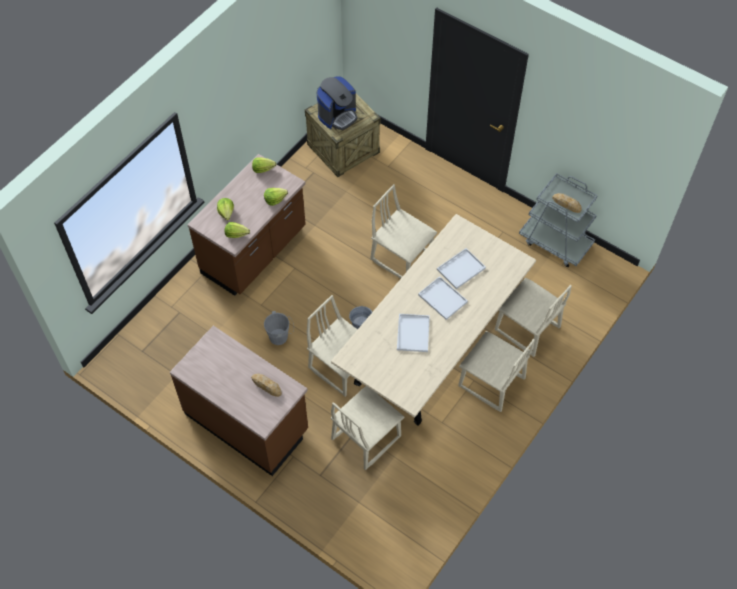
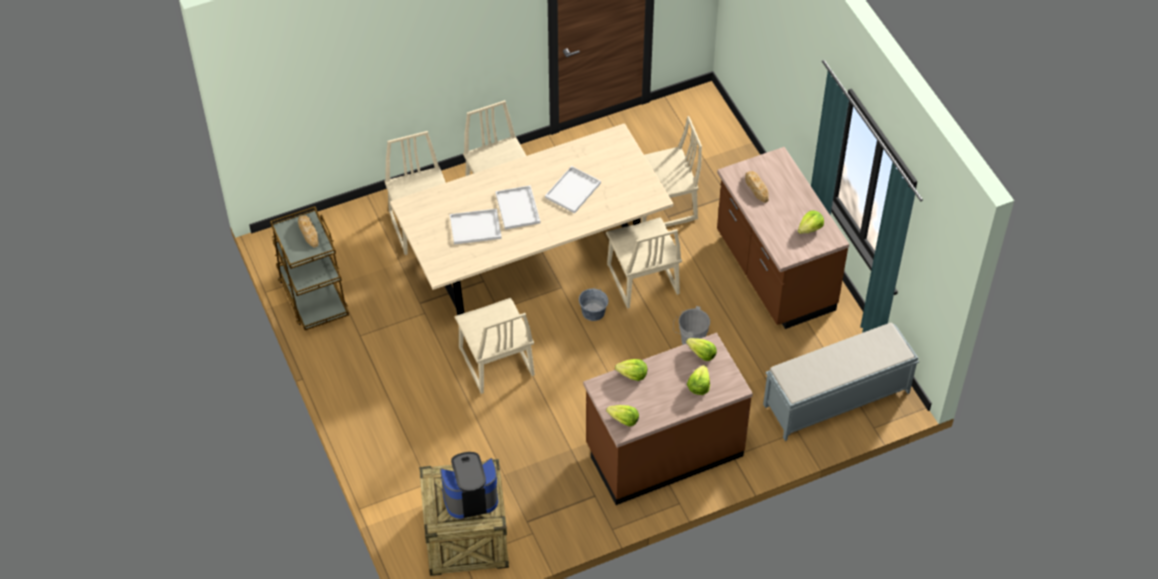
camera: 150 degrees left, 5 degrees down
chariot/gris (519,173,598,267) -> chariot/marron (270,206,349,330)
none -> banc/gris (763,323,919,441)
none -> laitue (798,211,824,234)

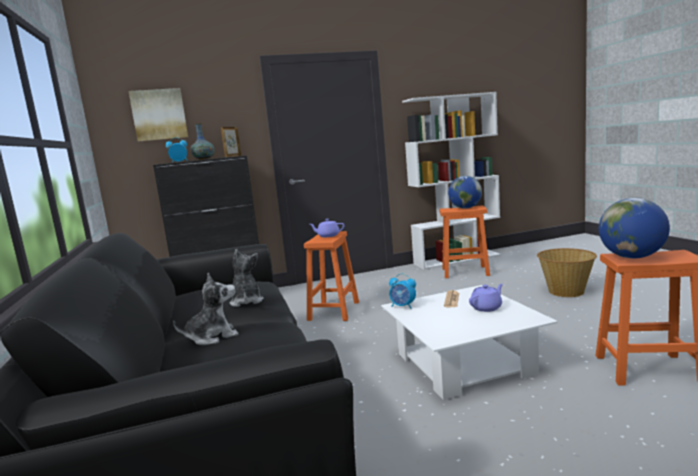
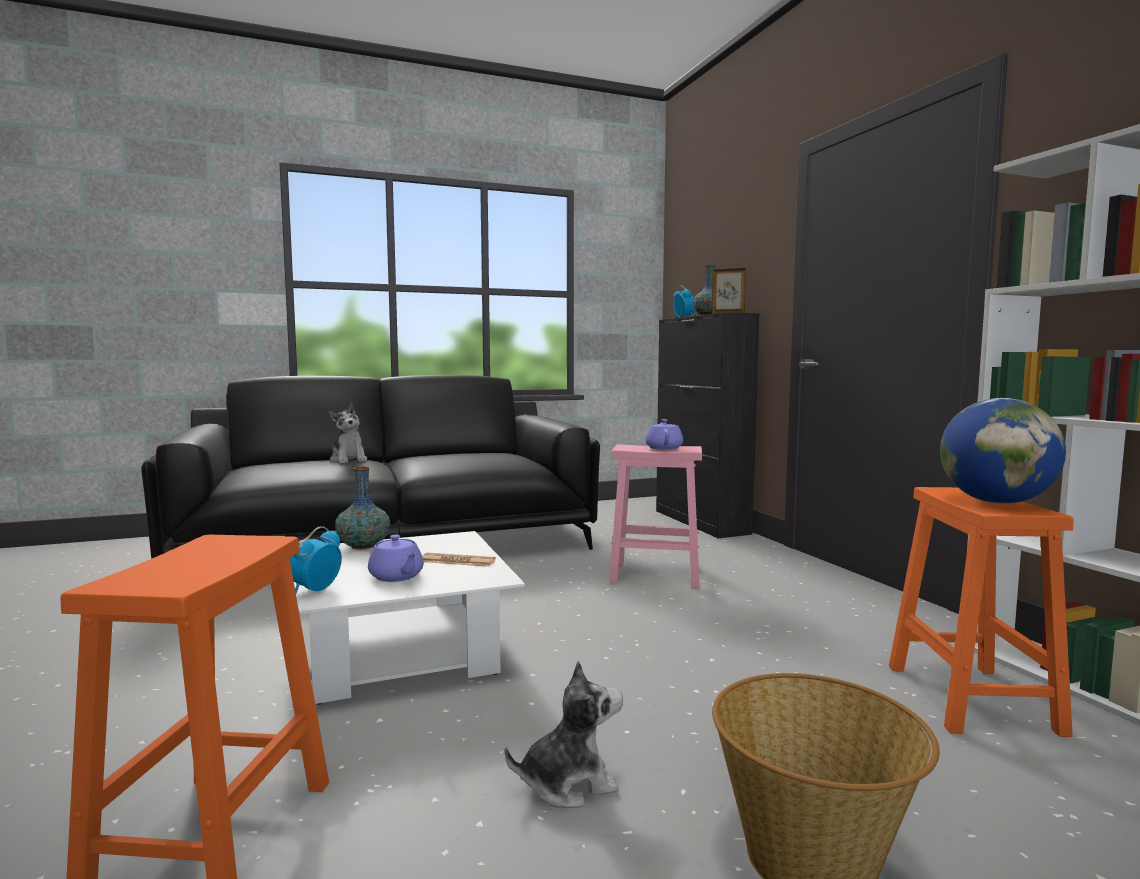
camera: 85 degrees right, 5 degrees down
tableau (128,88,188,141) -> none
peluche (229,249,264,307) -> peluche (505,661,623,808), move
tabouret/orange (304,231,359,321) -> tabouret/rose (609,444,702,589)
réveil (389,273,416,309) -> réveil (290,526,342,593), move
globe (599,198,670,258) -> none
none -> vase (335,467,390,550)

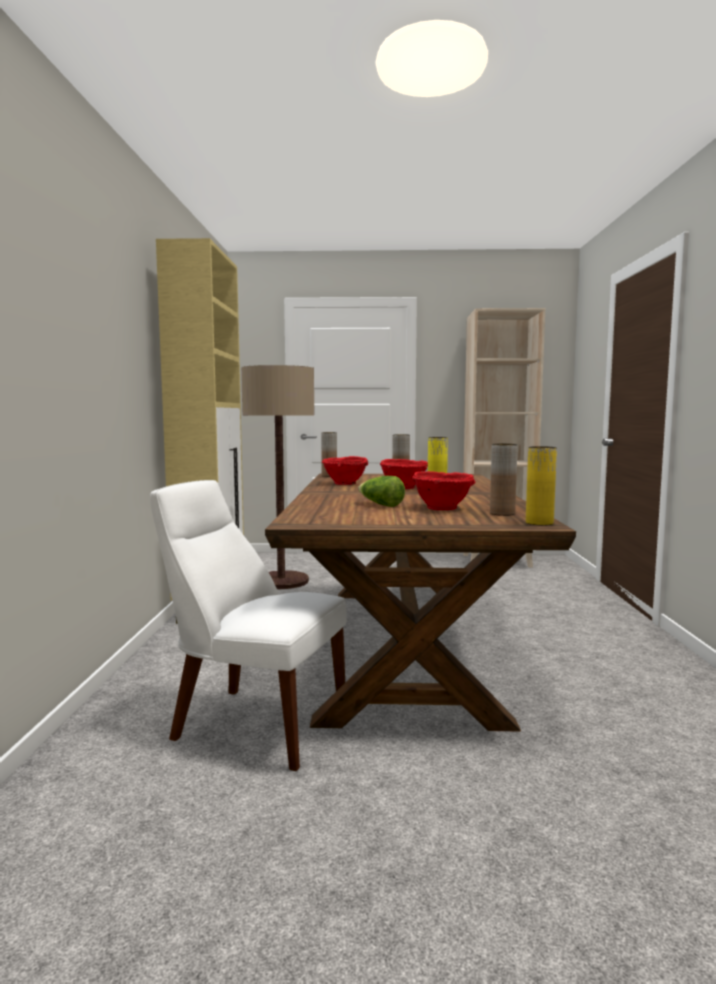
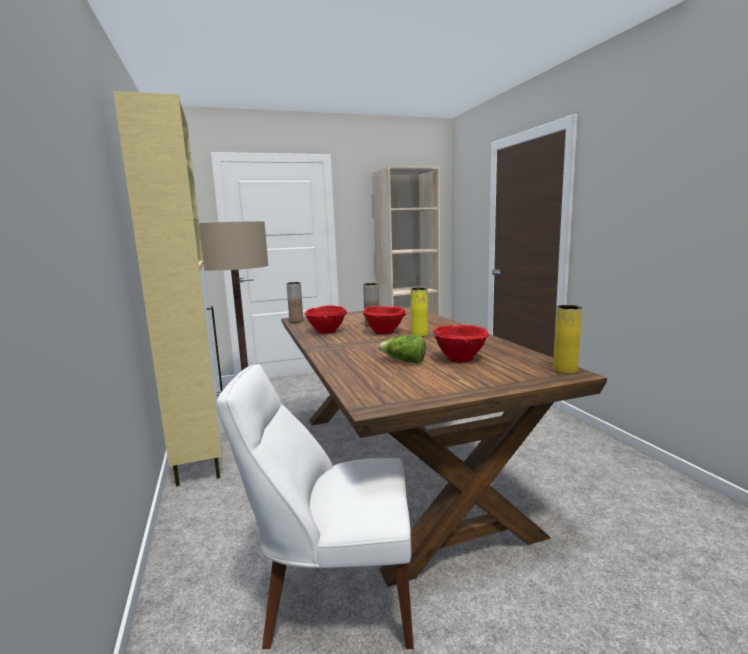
camera: 20 degrees left, 5 degrees up
vase/marron (490,444,518,516) -> none

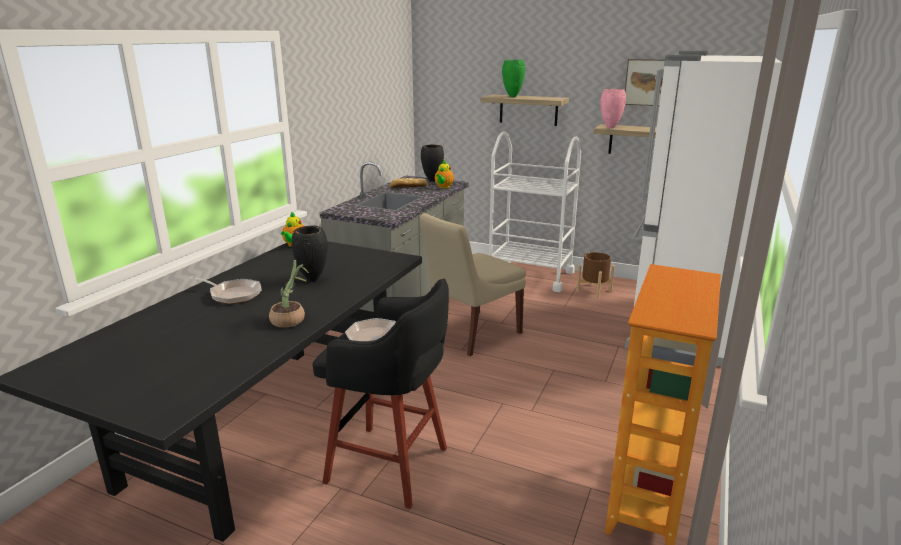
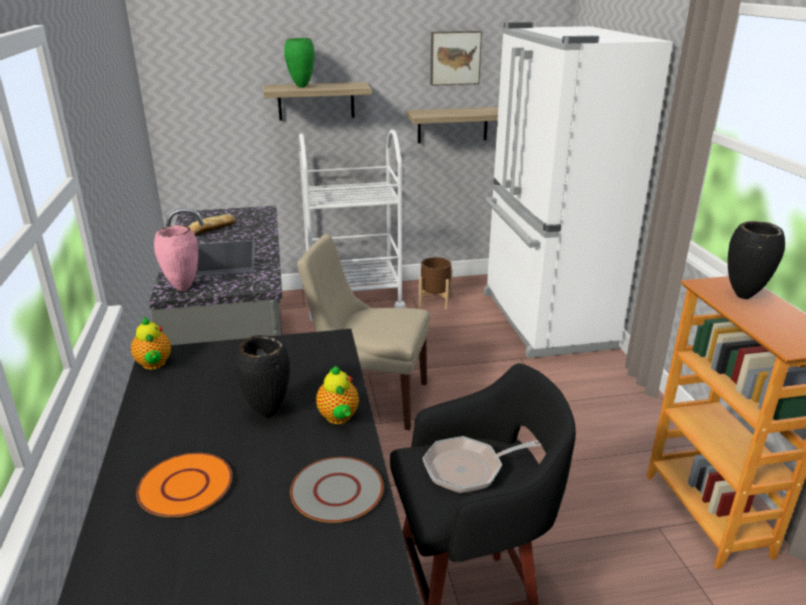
camera: 35 degrees left, 5 degrees up
poêle (188,276,262,304) -> assiette/orange (136,453,232,517)
plante en pot (269,260,310,328) -> assiette/gris (290,457,384,523)
chaise/beige (420,213,526,356) -> chaise/beige (297,234,430,430), 90 degrees clockwise
vase/noir (421,144,444,182) -> vase/noir (728,221,785,299), move
théière (435,160,454,188) -> théière (316,366,359,424), move
vase/rose (600,89,626,128) -> vase/rose (154,225,198,291), move

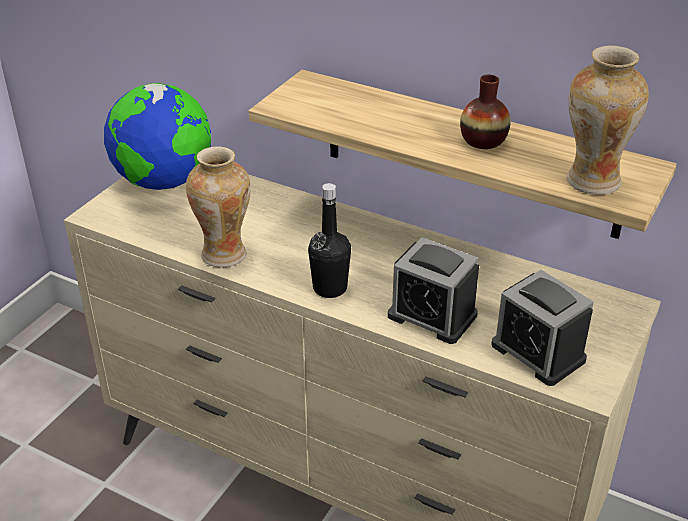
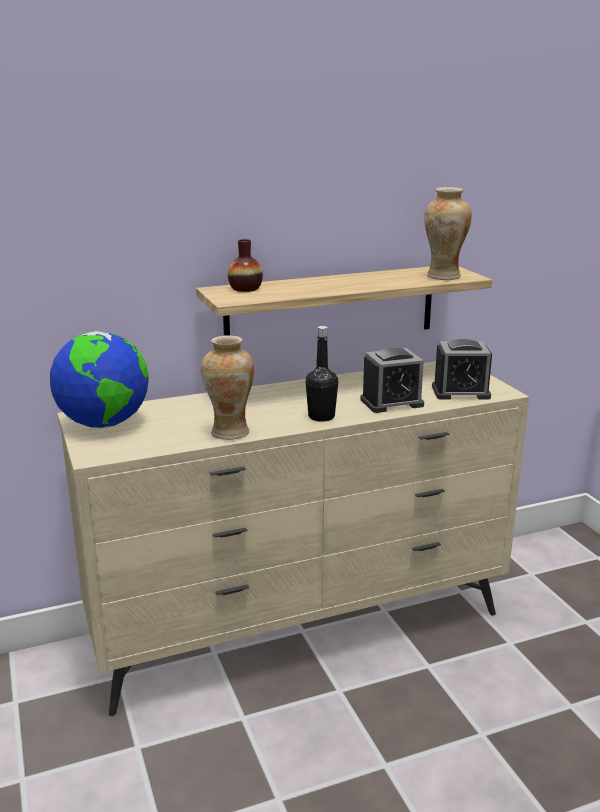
camera: 50 degrees left, 15 degrees down
vase (460,75,511,149) -> vase (228,239,263,292), move

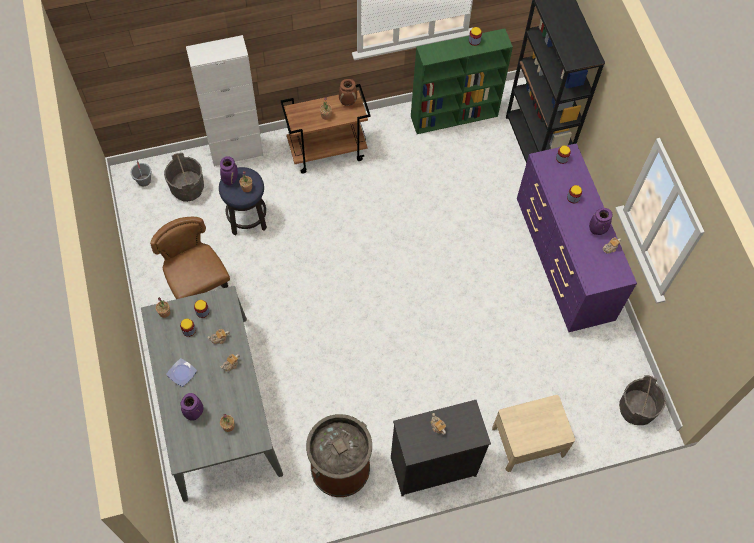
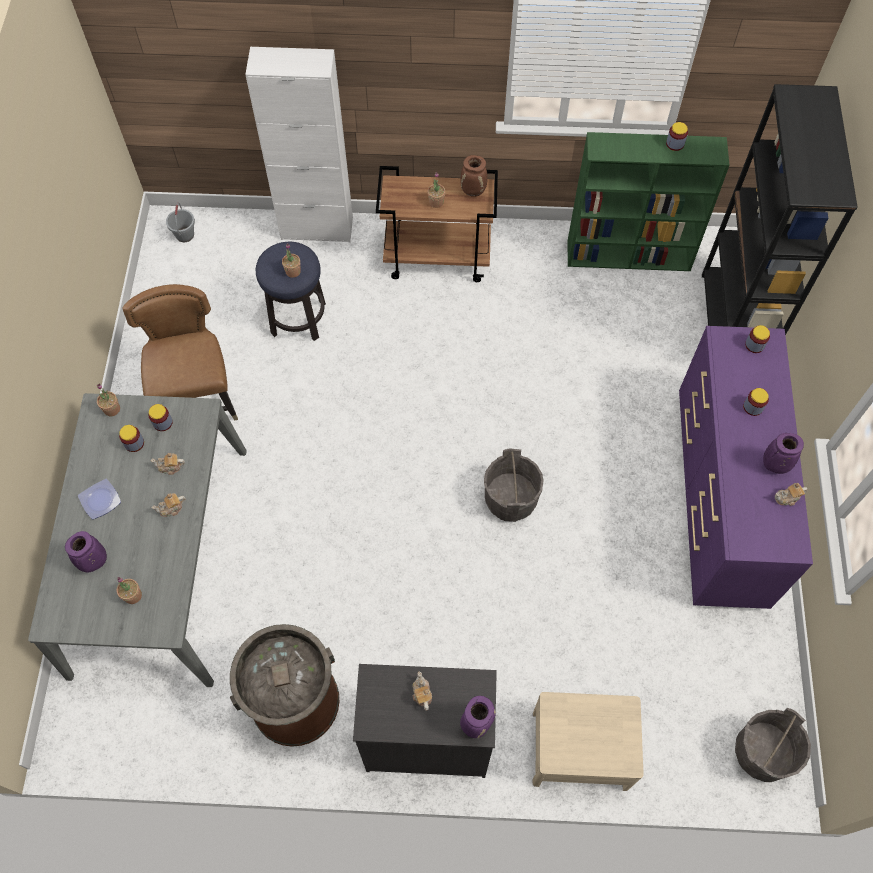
camera: 20 degrees right, 0 degrees up
seau/gris (164,153,204,202) -> seau/gris (484,448,544,522), move
vase/violet (220,156,238,185) -> vase/violet (460,696,496,738), move

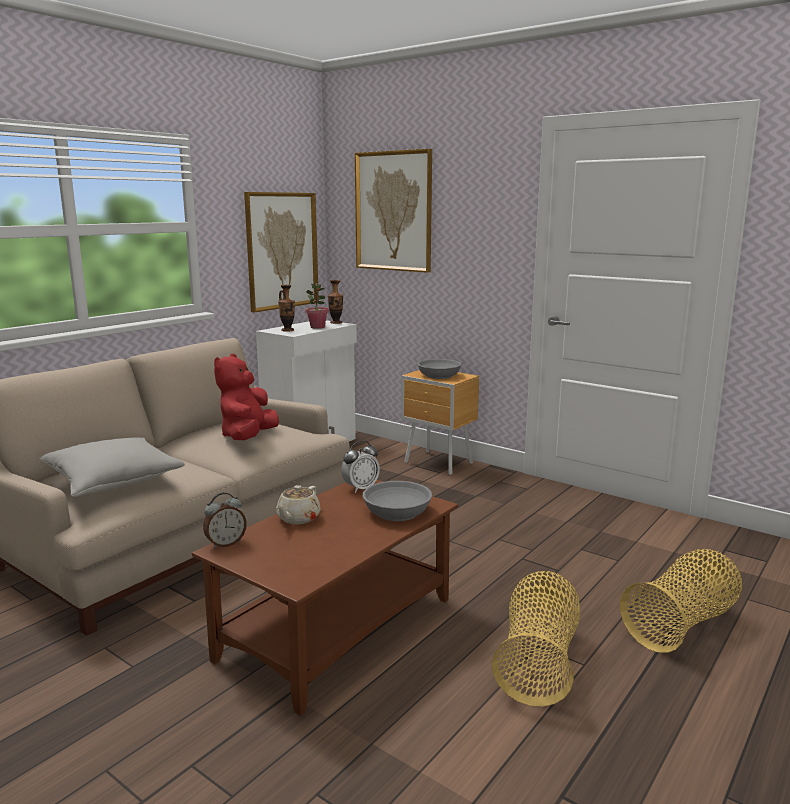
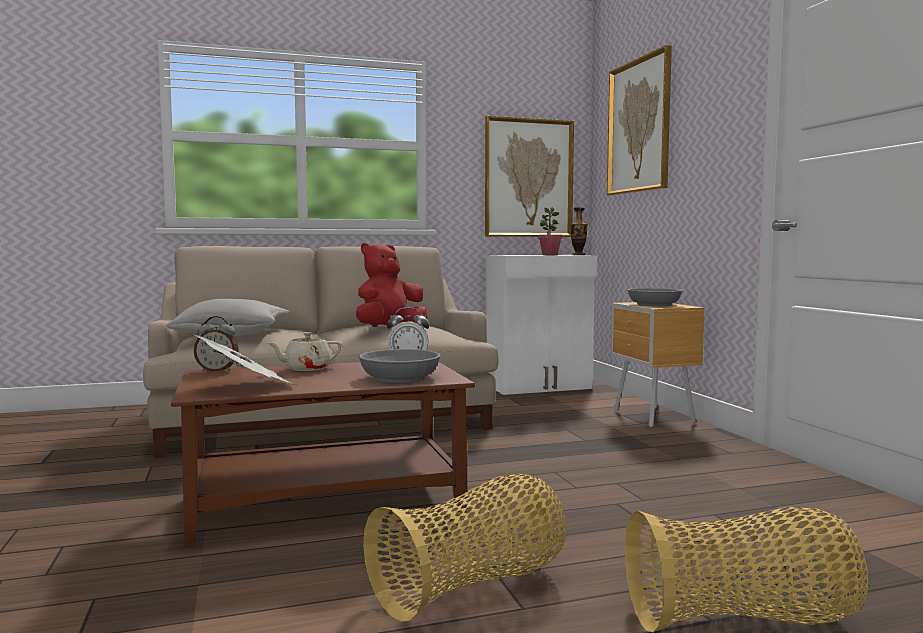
camera: 35 degrees right, 10 degrees down
vase (278,285,295,332) -> none
none -> journal (191,334,296,385)

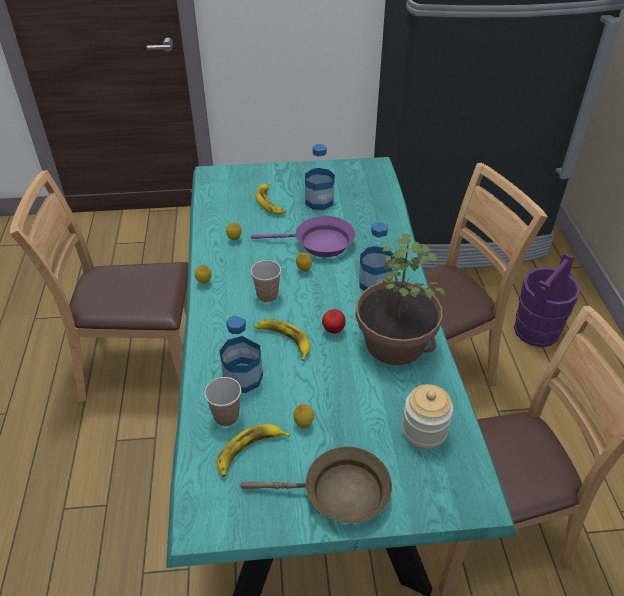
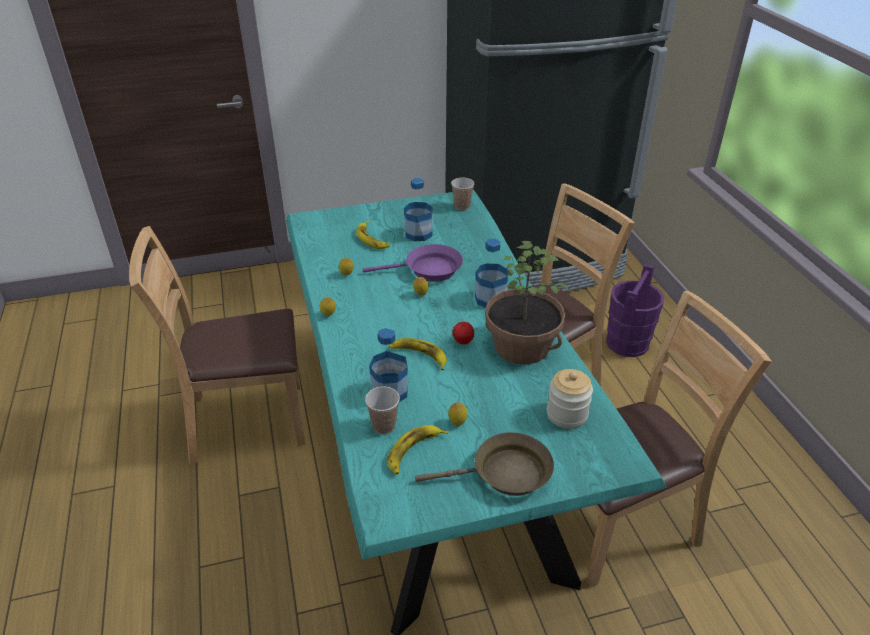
camera: 10 degrees left, 5 degrees down
tasse (251,260,281,302) -> tasse (451,178,474,211), move

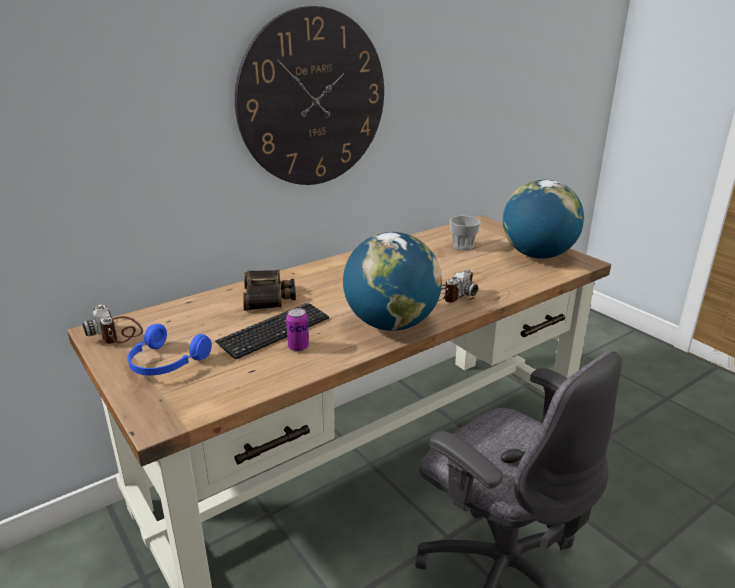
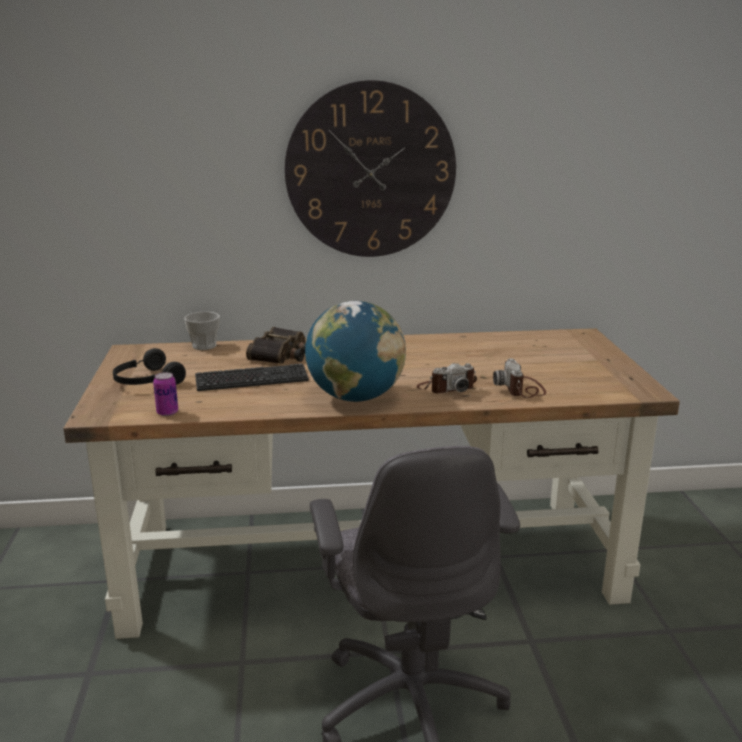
camera: 30 degrees right, 5 degrees down
appareil photo (82,304,143,344) -> appareil photo (493,358,546,398), move
casque audio/bleu (128,324,212,375) -> casque audio/noir (113,348,186,385)
boîte métallique (286,308,309,351) -> boîte métallique (153,372,178,416), move
tasse (450,216,481,250) -> tasse (184,312,220,350), move
globe (503,180,584,259) -> none

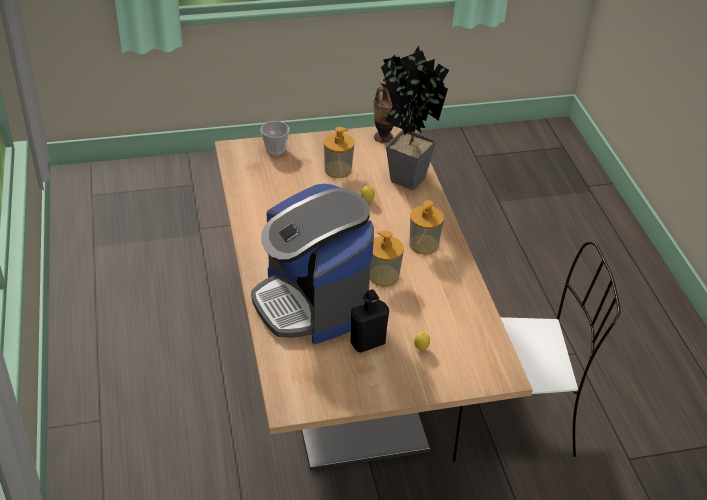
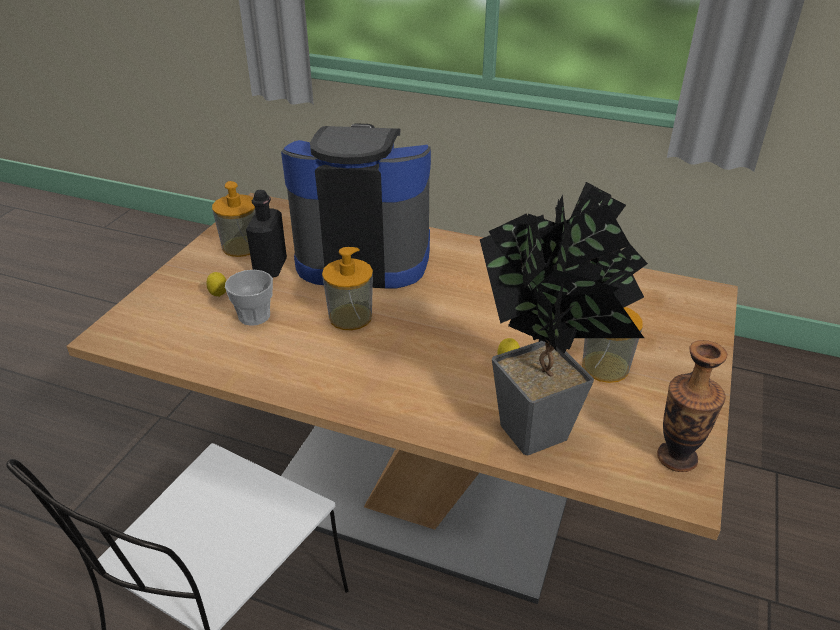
camera: 125 degrees right, 5 degrees down
tasse (261,121,290,156) -> tasse (225,270,273,326), move
distributeur de savon (409,200,444,255) -> distributeur de savon (212,181,256,257), move

